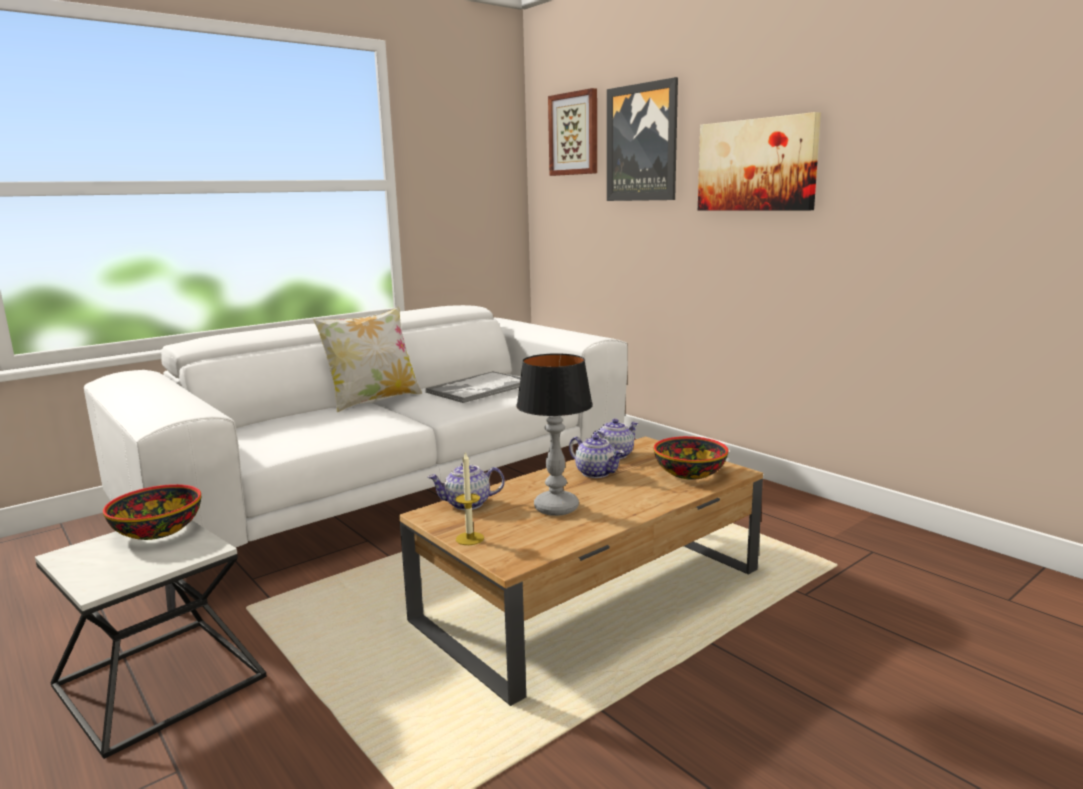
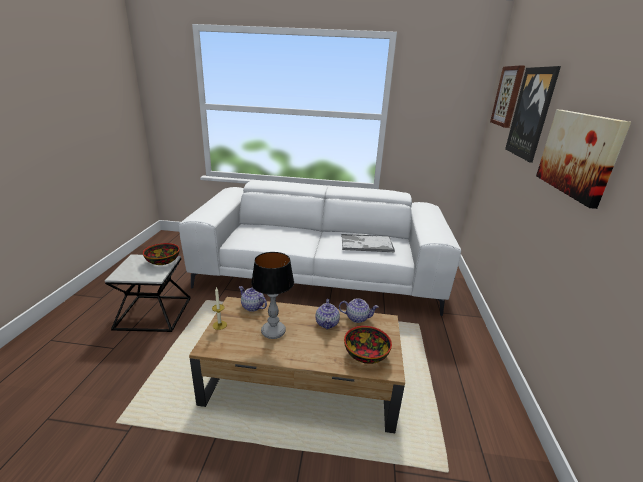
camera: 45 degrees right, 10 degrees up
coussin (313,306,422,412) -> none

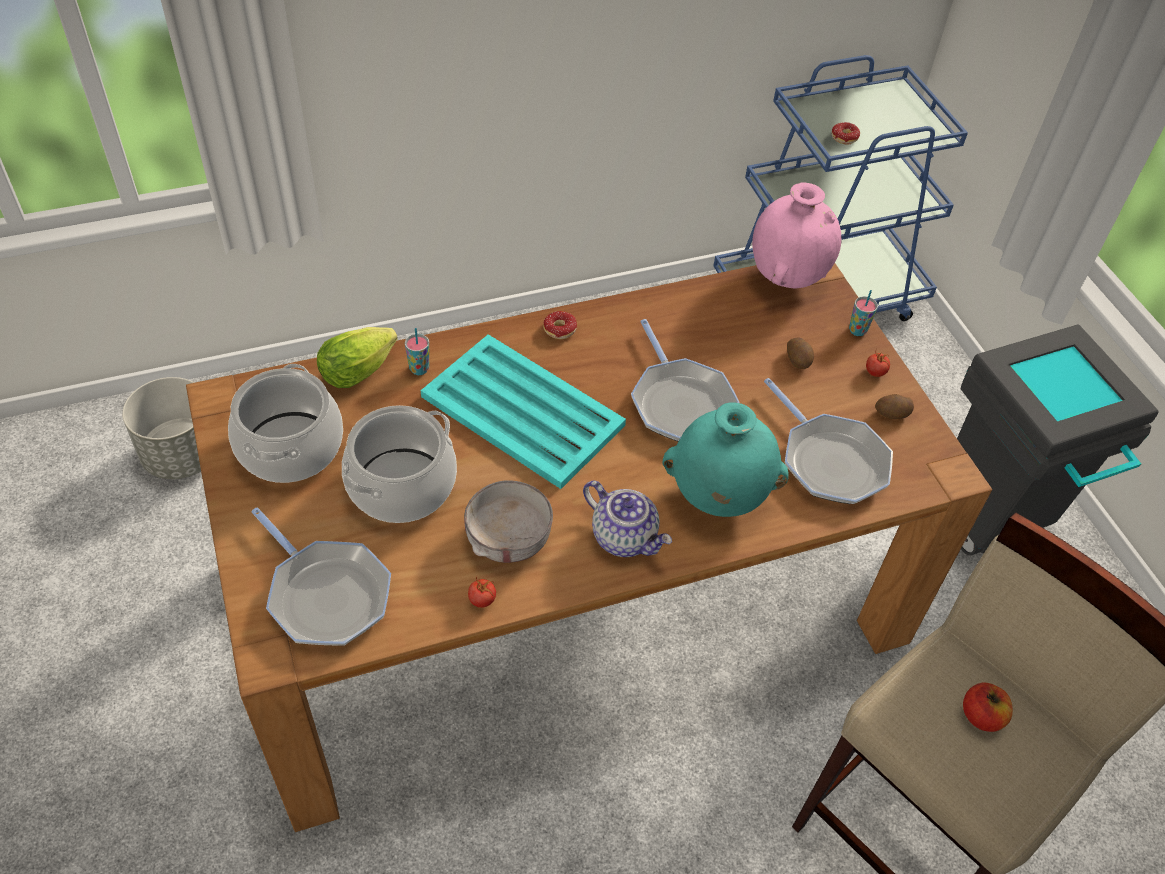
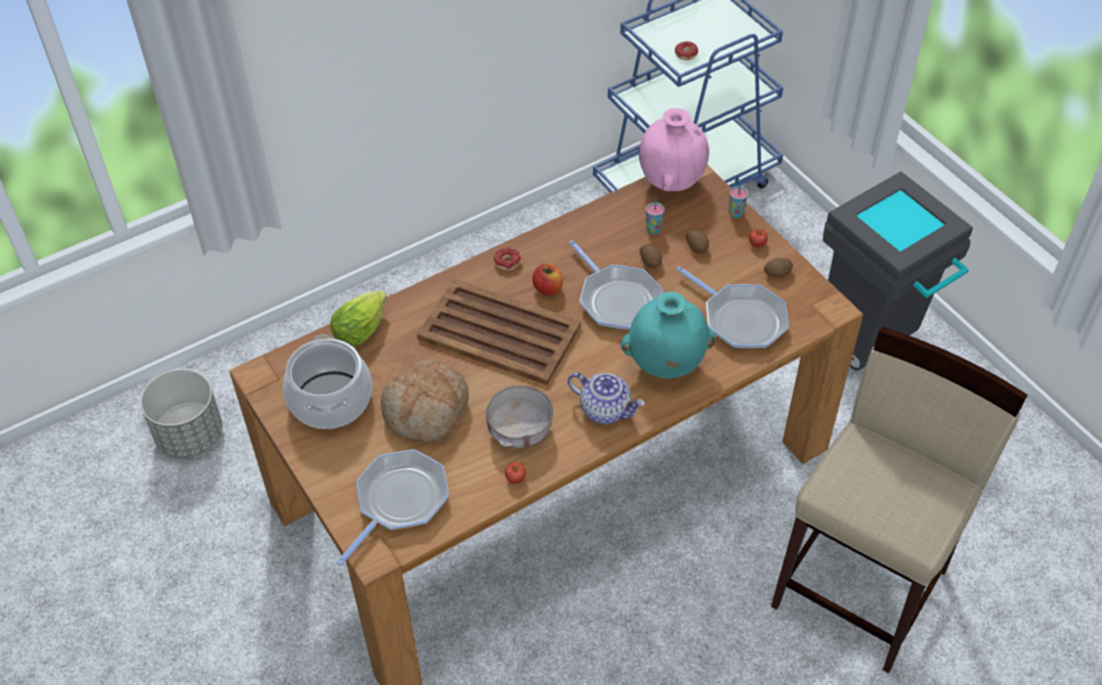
camera: 10 degrees left, 0 degrees up
poêle (251,507,391,646) -> poêle (336,449,449,566), 90 degrees counterclockwise
marmite (342,405,457,523) -> pain (381,359,469,442)
tasse (405,328,429,375) -> tasse (646,198,664,234), move
plateau/turquoise (421,334,626,489) -> plateau/marron (417,279,581,385)
pomme (963,683,1013,732) -> pomme (532,264,563,295), move
none -> pomme de terre (640,244,662,268)

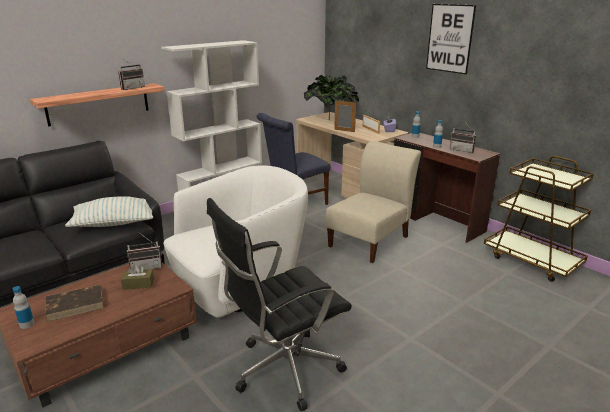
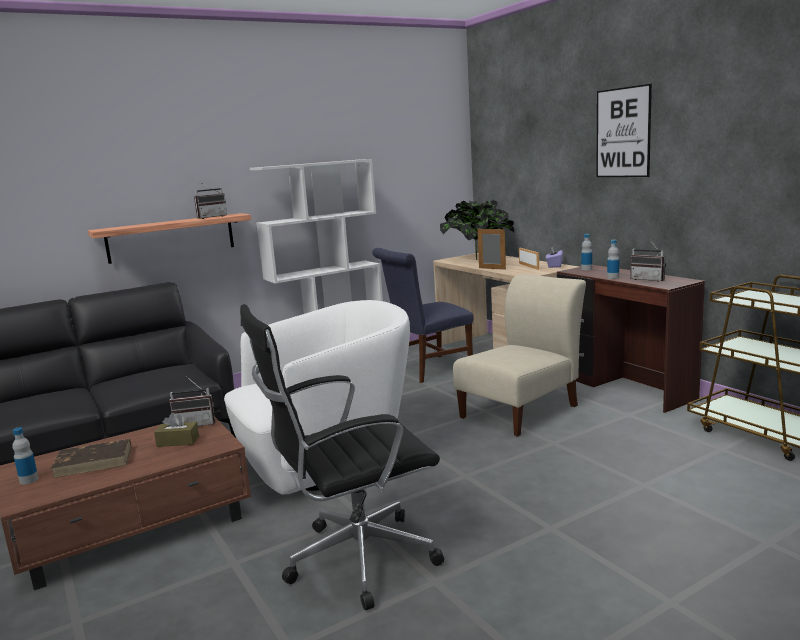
camera: 10 degrees right, 10 degrees down
coussin (65,196,153,227) -> none

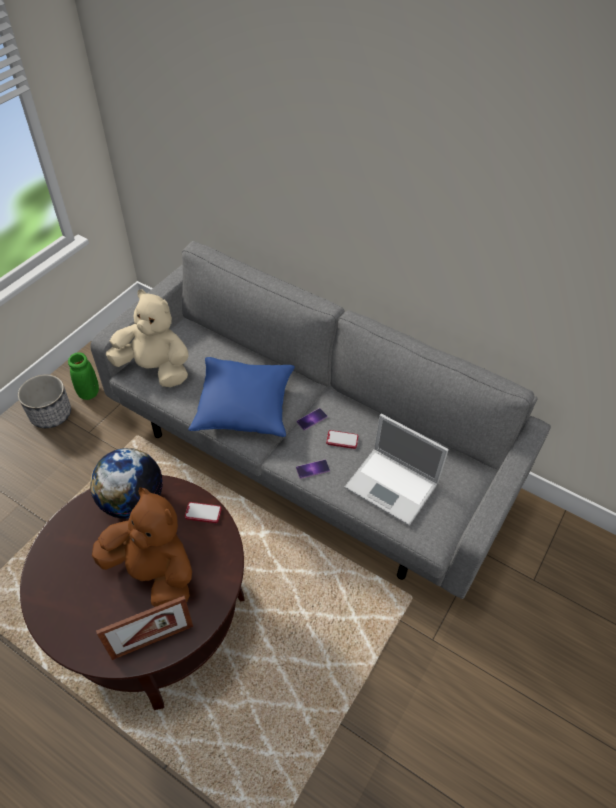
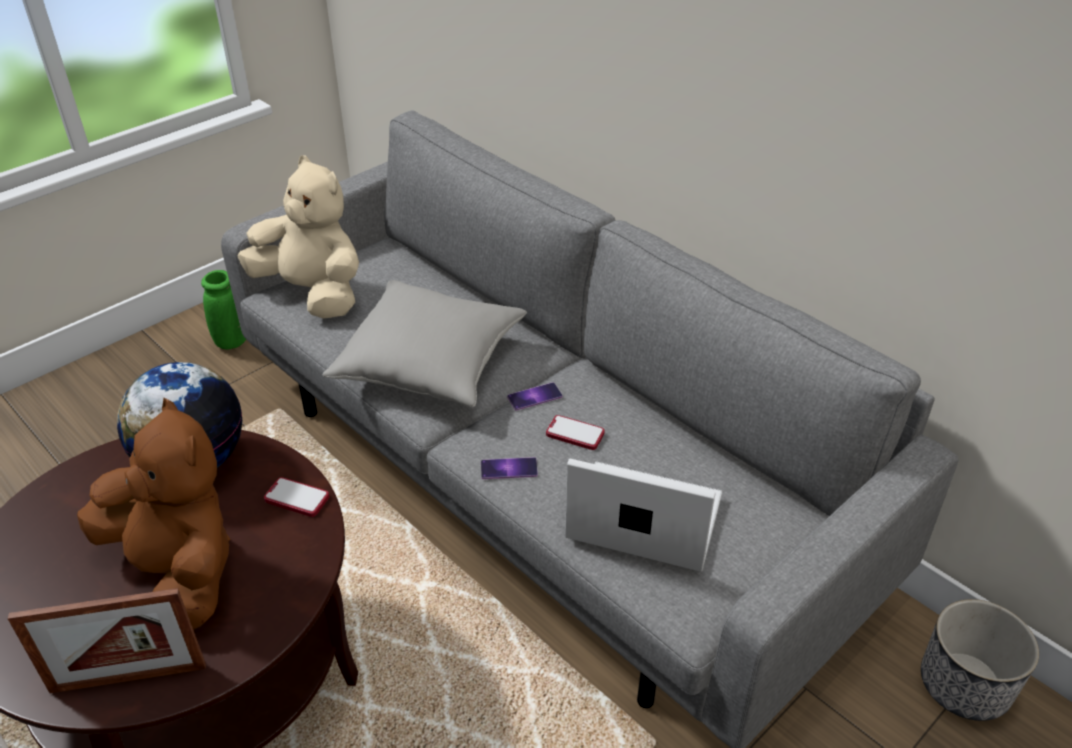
camera: 15 degrees right, 10 degrees down
cache-pot (18,375,71,428) -> cache-pot (921,599,1039,721), move
coussin/bleu (188,357,295,437) -> coussin/gris (322,280,527,407)
ordinateur portable (345,414,449,526) -> ordinateur portable (565,458,722,572), 150 degrees clockwise

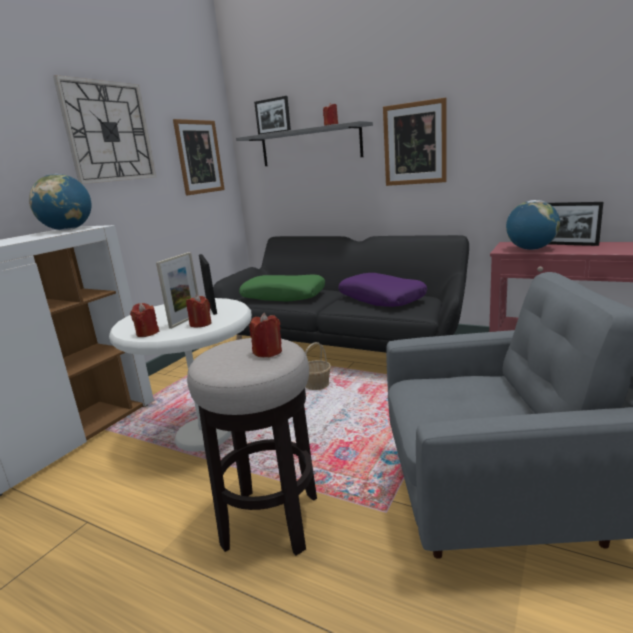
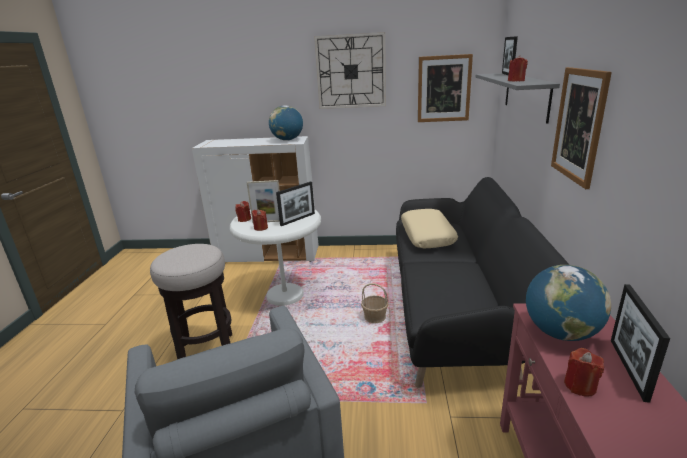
camera: 65 degrees right, 5 degrees up
coussin/vert (239,274,325,302) -> coussin/beige (401,209,458,248)
bougie/rouge (249,313,282,357) -> bougie/rouge (564,348,604,397), move
coussin/violet (338,273,427,307) -> none

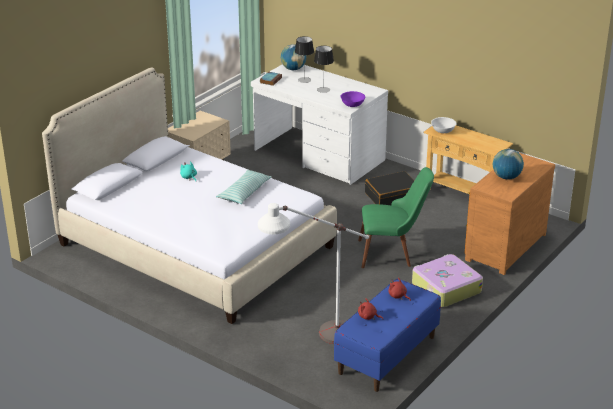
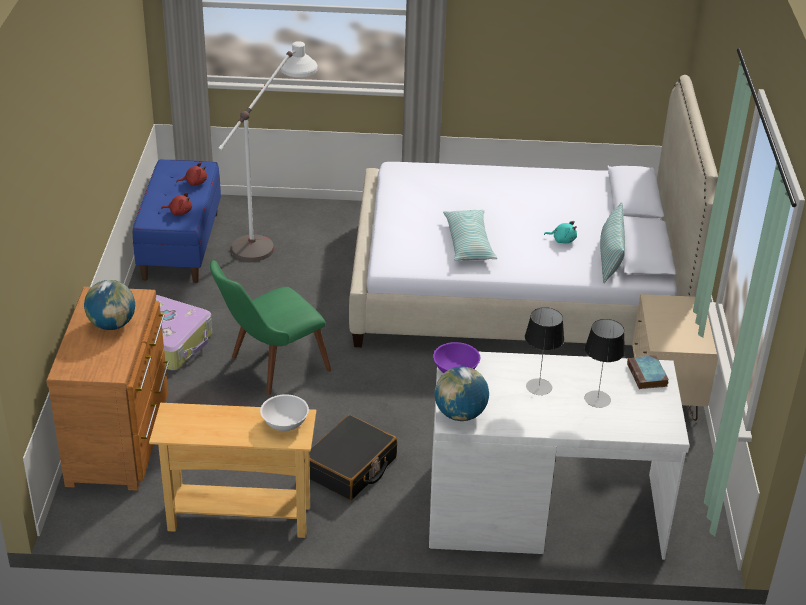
camera: 145 degrees right, 5 degrees up
globe (281,44,306,70) -> globe (435,366,489,421), move
none -> coussin (600,202,625,283)

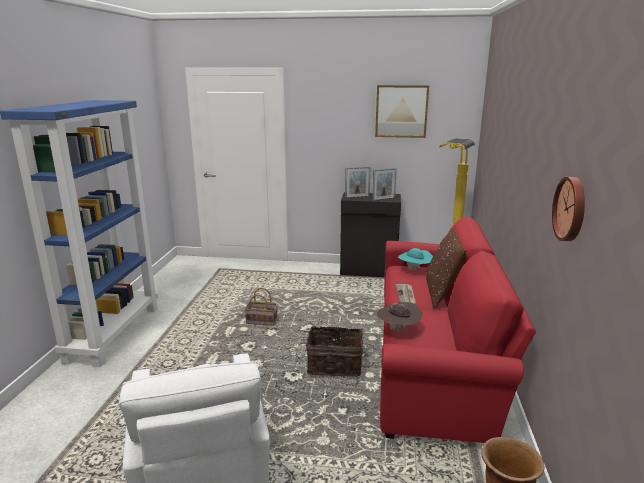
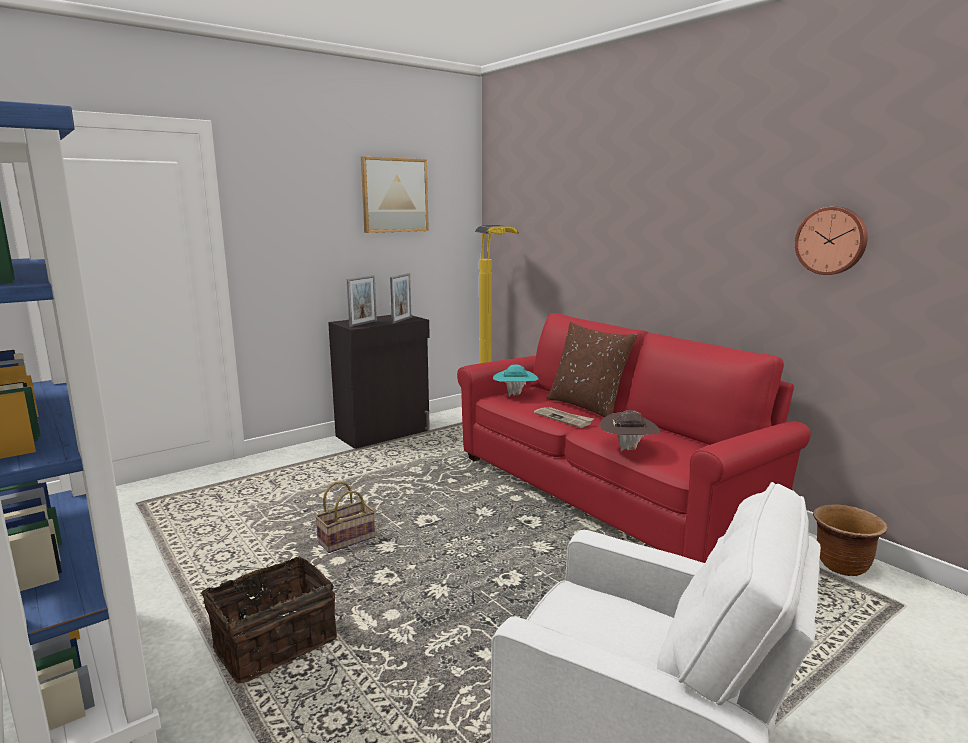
camera: 45 degrees left, 5 degrees down
panier (306,323,363,377) -> panier (201,556,337,684), move

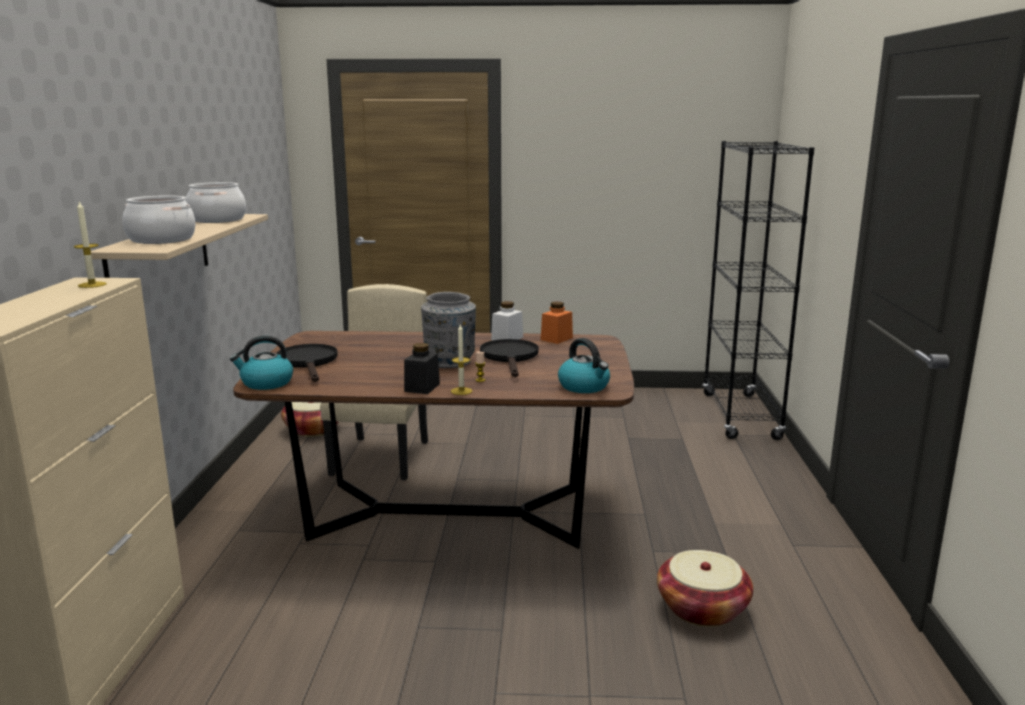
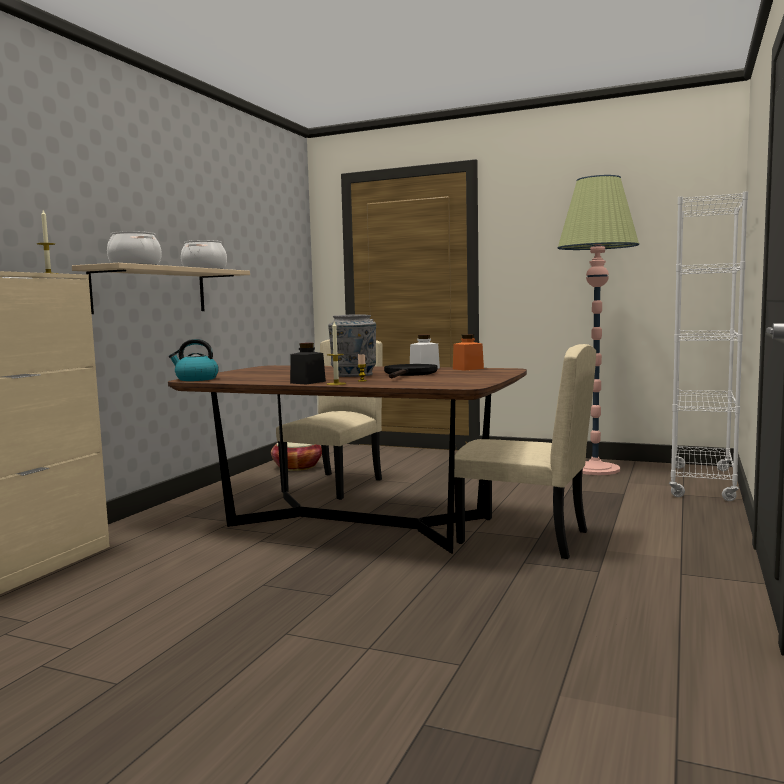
camera: 20 degrees right, 10 degrees down
poêle/noir (276,344,338,382) -> none
bouilloire (558,338,610,393) -> none
panier (657,550,753,627) -> none
bibliothèque/noir (703,141,815,440) -> bibliothèque/blanc (669,191,748,501)
none -> chaise/beige (454,344,596,559)
none -> lampadaire (558,175,639,475)

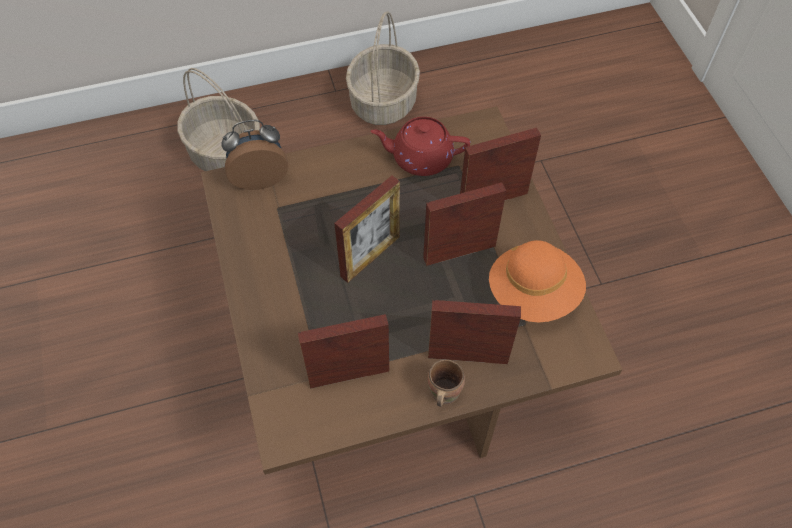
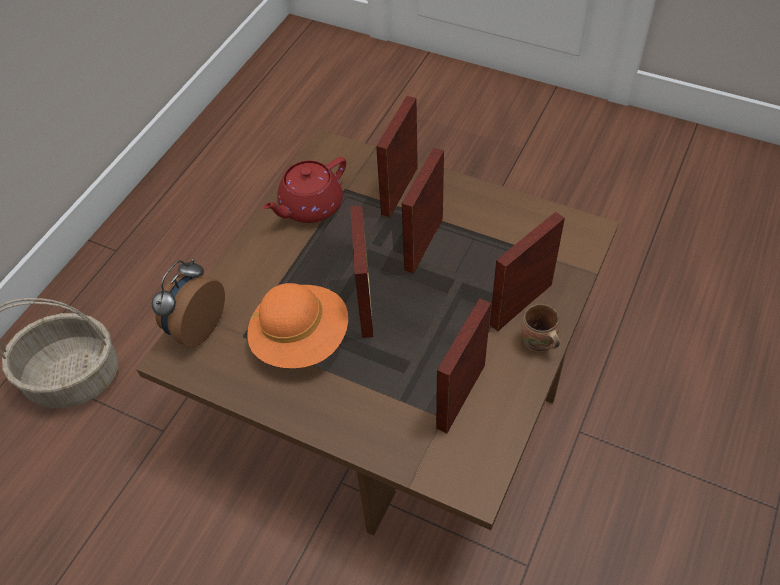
camera: 45 degrees left, 5 degrees down
panier (346,11,420,125) -> none
chapeau/orange (489,240,586,322) -> chapeau/orange (247,283,348,368), move

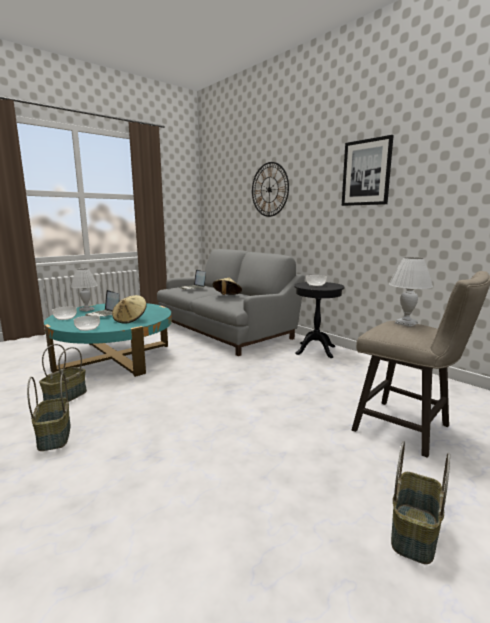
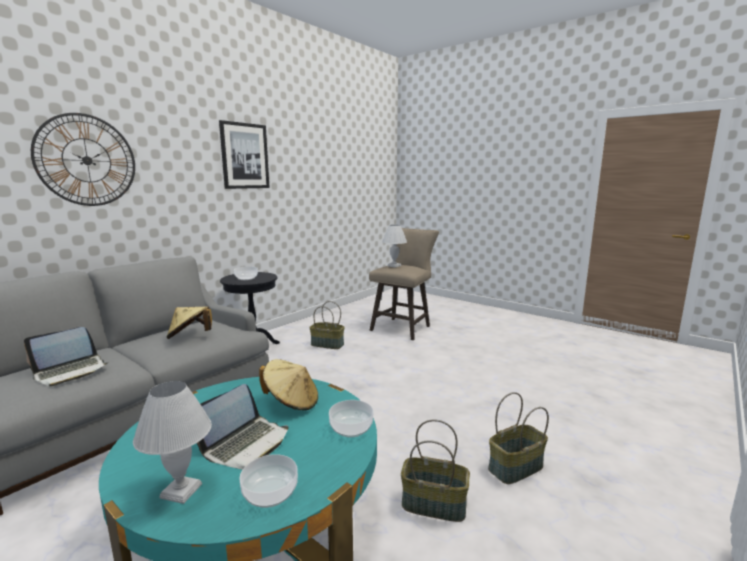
camera: 100 degrees left, 0 degrees up
panier (391,441,450,564) -> panier (309,301,344,349), move

